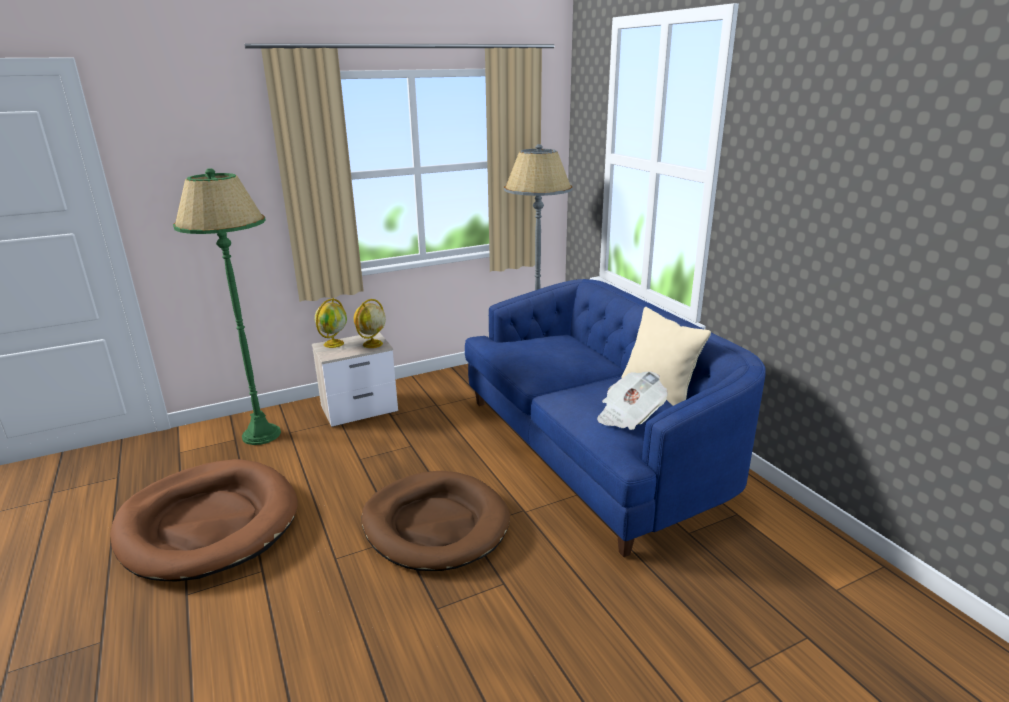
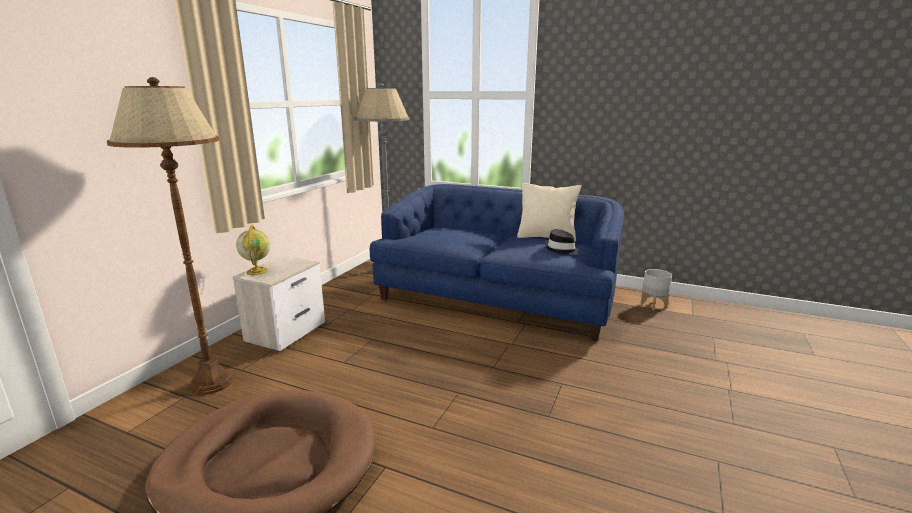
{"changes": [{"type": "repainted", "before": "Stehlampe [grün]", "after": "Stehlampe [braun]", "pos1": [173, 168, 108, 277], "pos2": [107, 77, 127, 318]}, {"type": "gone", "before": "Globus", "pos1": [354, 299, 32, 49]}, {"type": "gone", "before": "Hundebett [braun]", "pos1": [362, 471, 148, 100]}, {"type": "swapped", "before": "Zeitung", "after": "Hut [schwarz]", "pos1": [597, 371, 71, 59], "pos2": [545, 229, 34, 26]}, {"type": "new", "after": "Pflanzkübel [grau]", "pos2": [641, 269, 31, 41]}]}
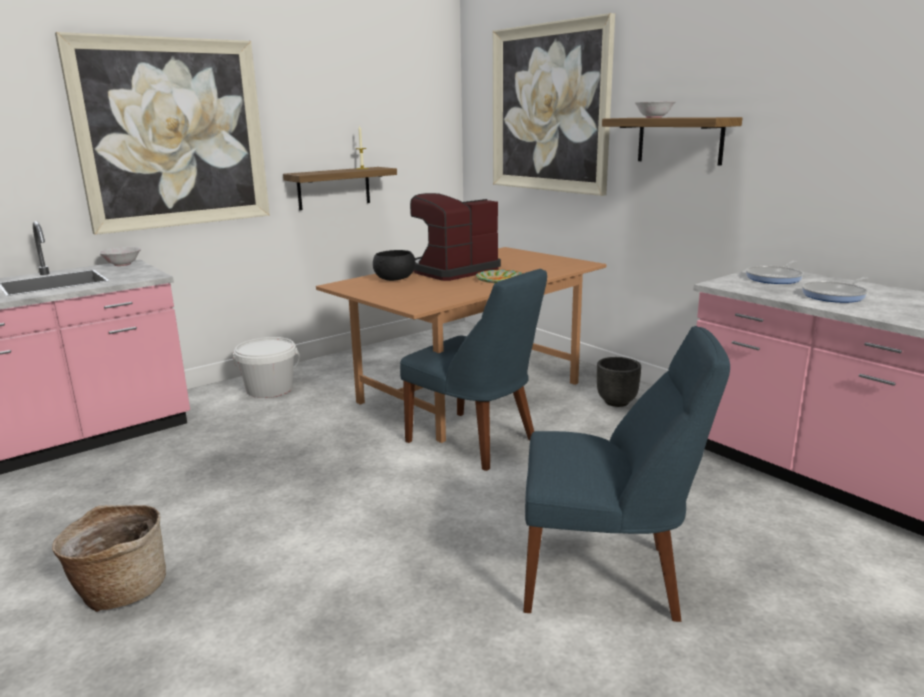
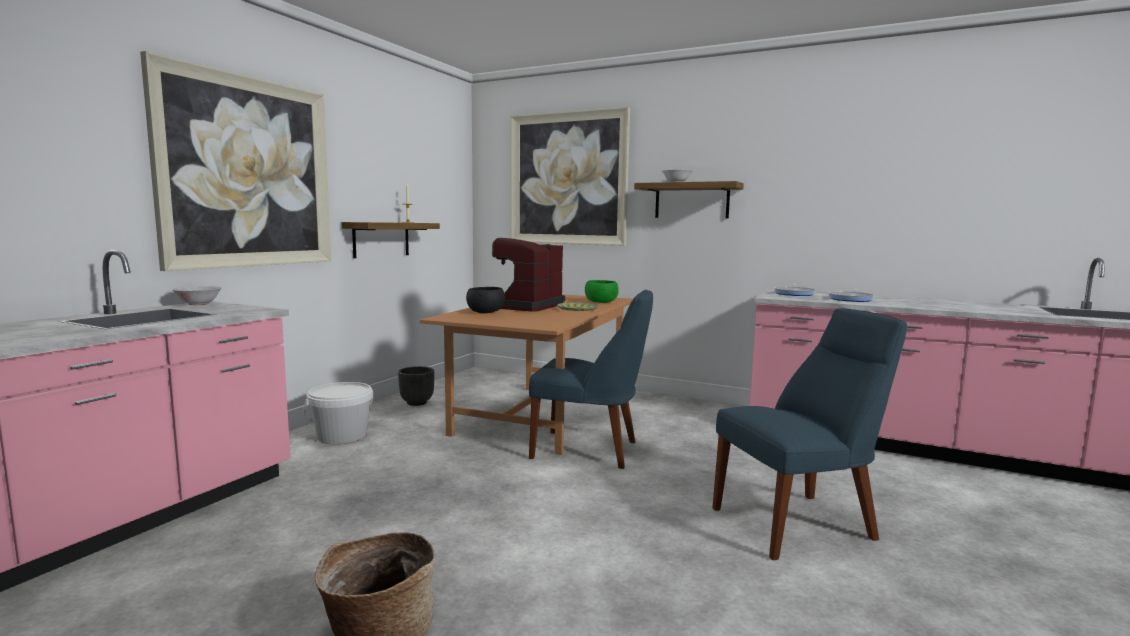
{"changes": [{"type": "shifted", "before": "Pflanzkübel [schwarz]", "pos1": [597, 357, 44, 50], "pos2": [398, 366, 36, 40]}, {"type": "new", "after": "Schüssel [grün]", "pos2": [585, 280, 34, 23]}]}
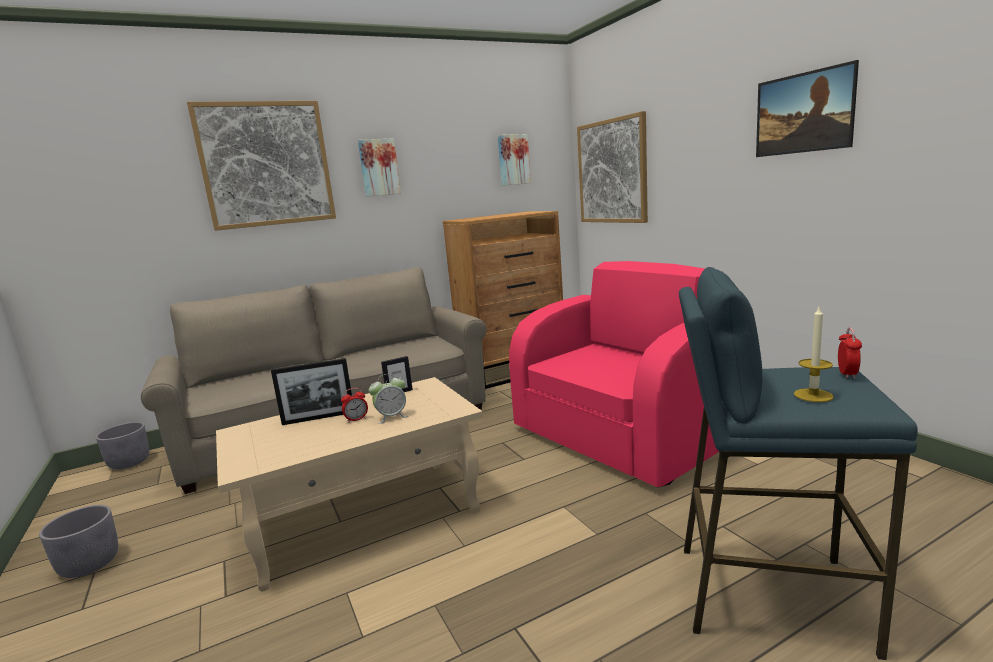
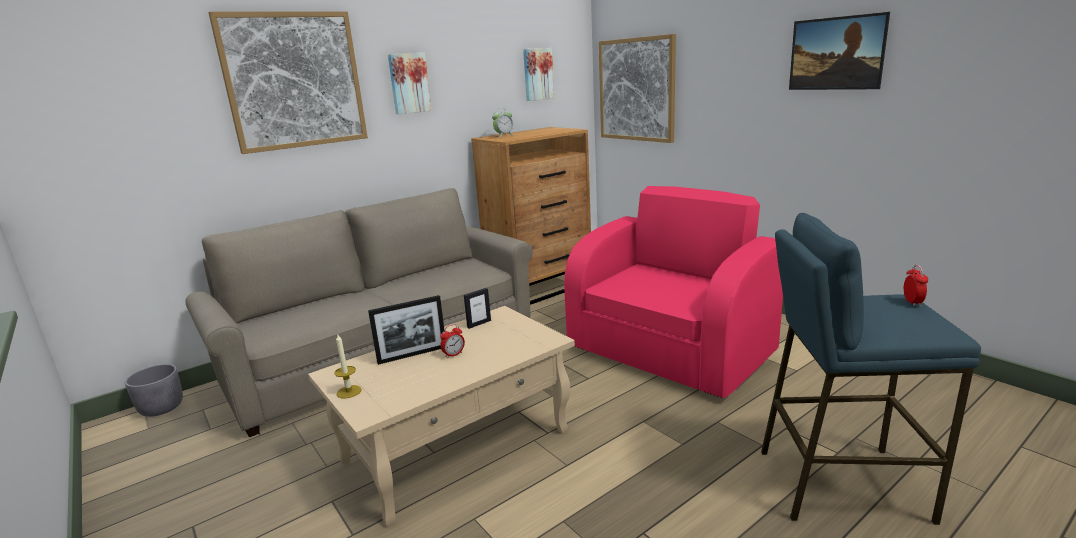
{"changes": [{"type": "gone", "before": "Pflanzkübel [grau]", "pos1": [39, 505, 79, 73]}, {"type": "shifted", "before": "Wecker", "pos1": [369, 374, 40, 50], "pos2": [492, 110, 21, 27]}, {"type": "shifted", "before": "Kerze", "pos1": [794, 307, 40, 95], "pos2": [334, 335, 27, 64]}]}
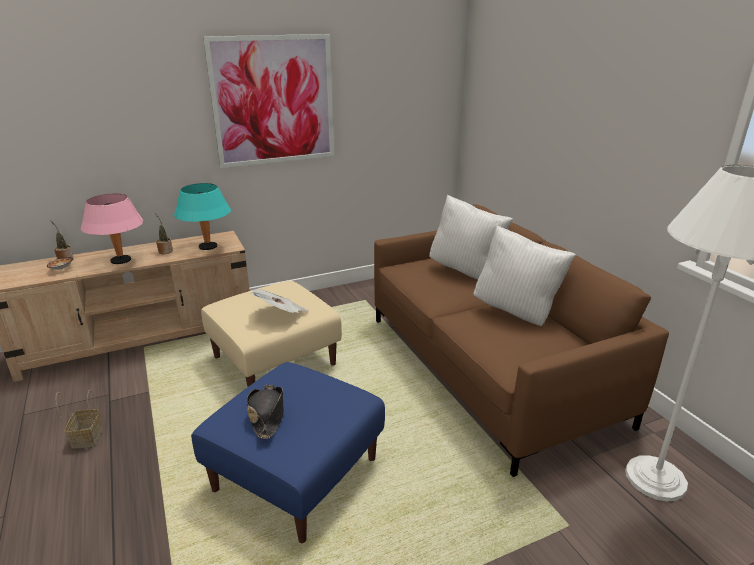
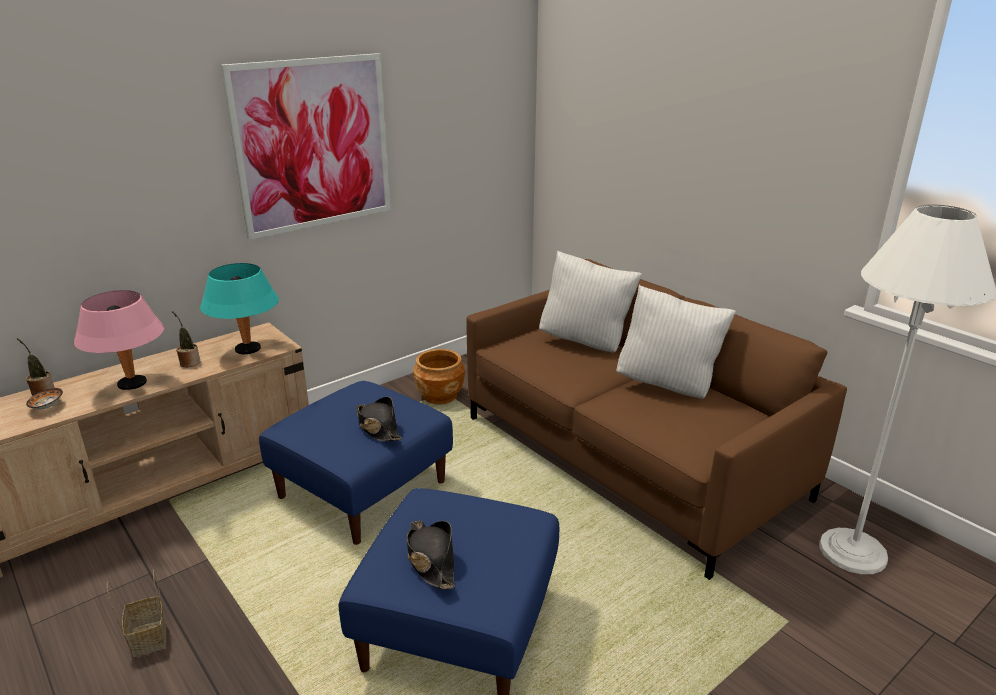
{"changes": [{"type": "repainted", "before": "Polsterhocker [beige]", "after": "Polsterhocker [blau]", "pos1": [201, 281, 141, 106], "pos2": [259, 381, 194, 164]}, {"type": "swapped", "before": "Zeitung", "after": "Hut [schwarz]", "pos1": [250, 289, 59, 24], "pos2": [356, 397, 46, 44]}, {"type": "new", "after": "Pflanzkübel [braun]", "pos2": [413, 349, 52, 55]}]}
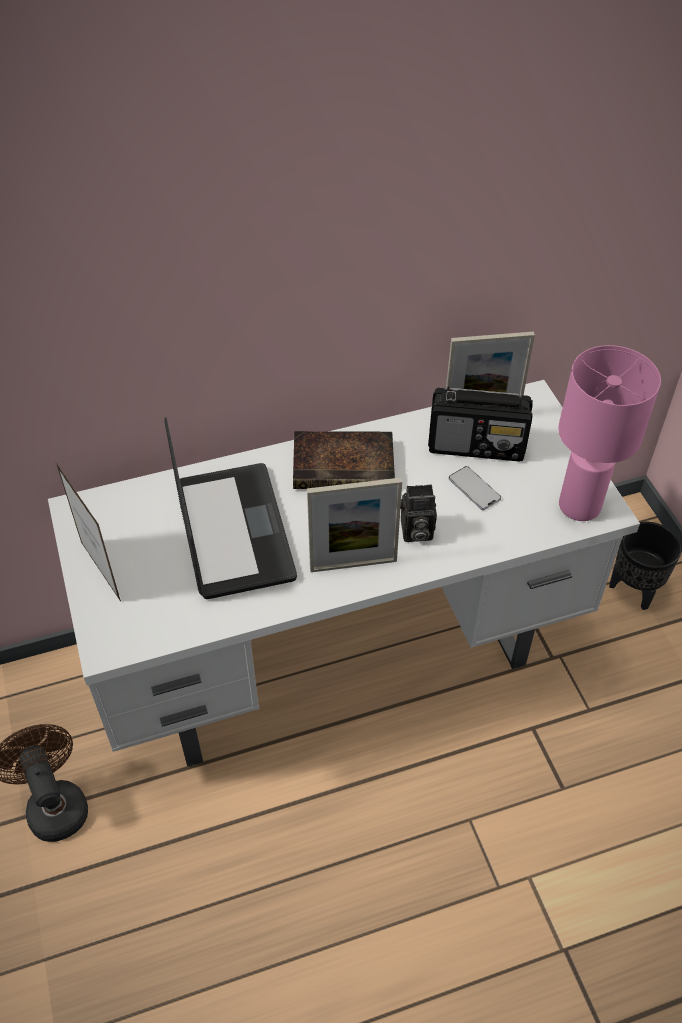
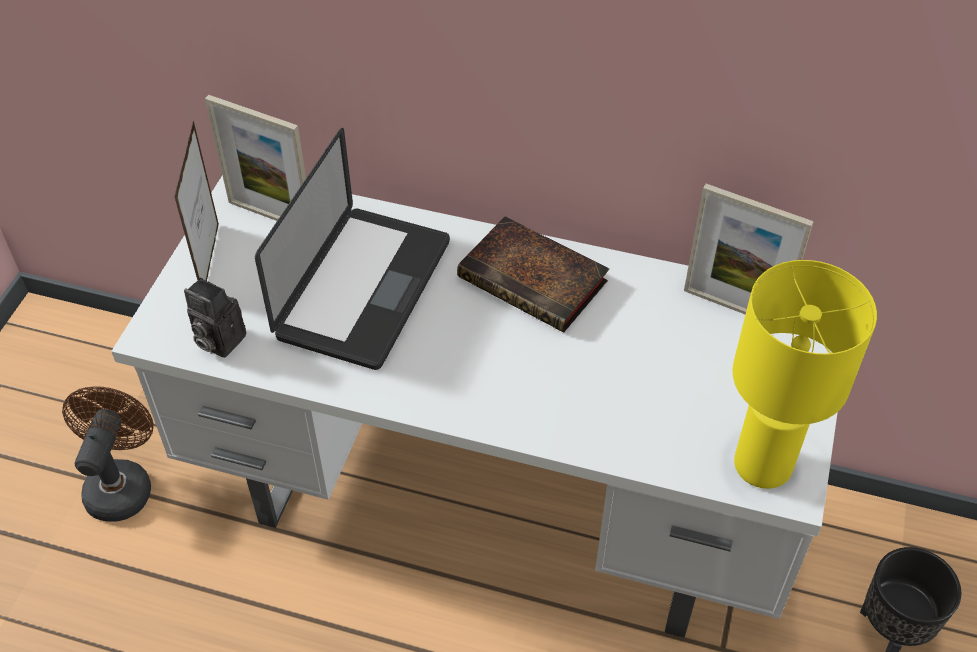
{"changes": [{"type": "shifted", "before": "Bilderrahmen", "pos1": [307, 478, 95, 94], "pos2": [205, 95, 101, 126]}, {"type": "shifted", "before": "Kamera", "pos1": [400, 484, 37, 58], "pos2": [184, 277, 62, 81]}, {"type": "gone", "before": "Radio", "pos1": [428, 386, 105, 75]}, {"type": "gone", "before": "Handy", "pos1": [448, 466, 53, 44]}, {"type": "repainted", "before": "Tischlampe [rosa]", "after": "Tischlampe [gelb]", "pos1": [558, 345, 103, 176], "pos2": [732, 260, 145, 229]}]}
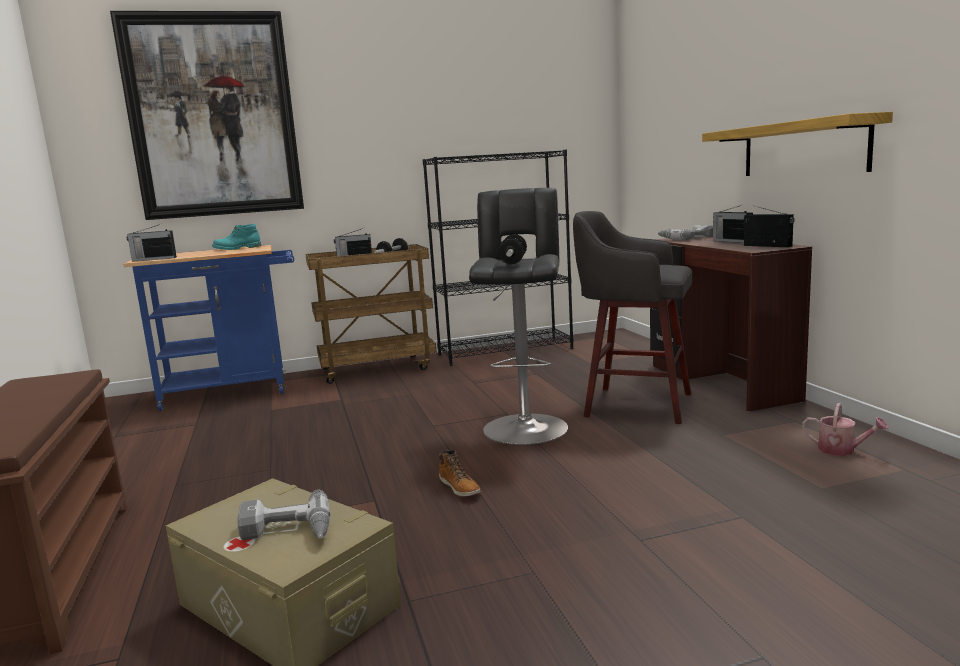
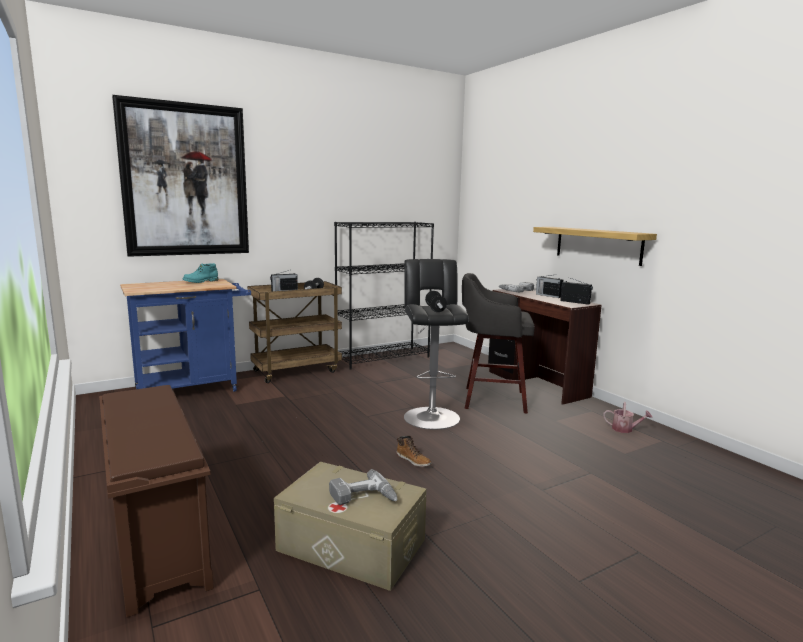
{"changes": [{"type": "gone", "before": "Radio", "pos1": [127, 224, 50, 38]}]}
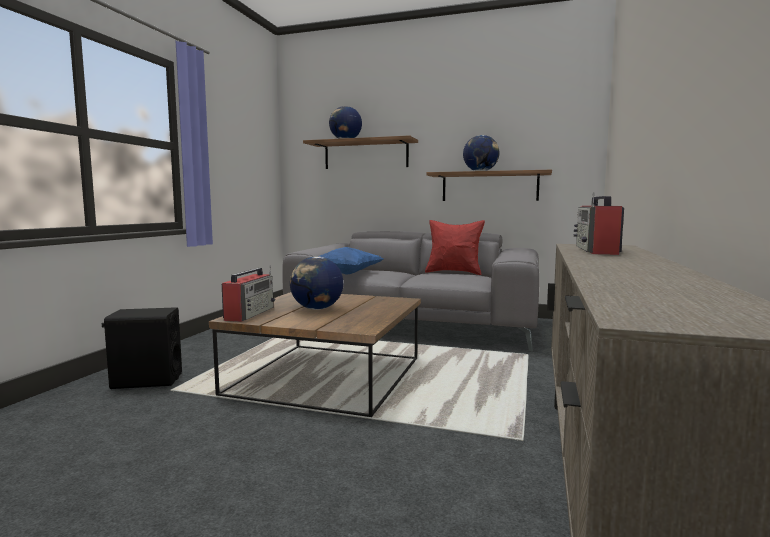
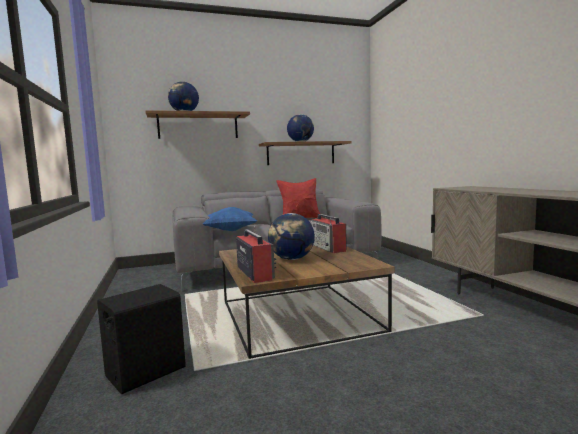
{"changes": [{"type": "shifted", "before": "Radio", "pos1": [574, 192, 50, 63], "pos2": [310, 214, 37, 39]}]}
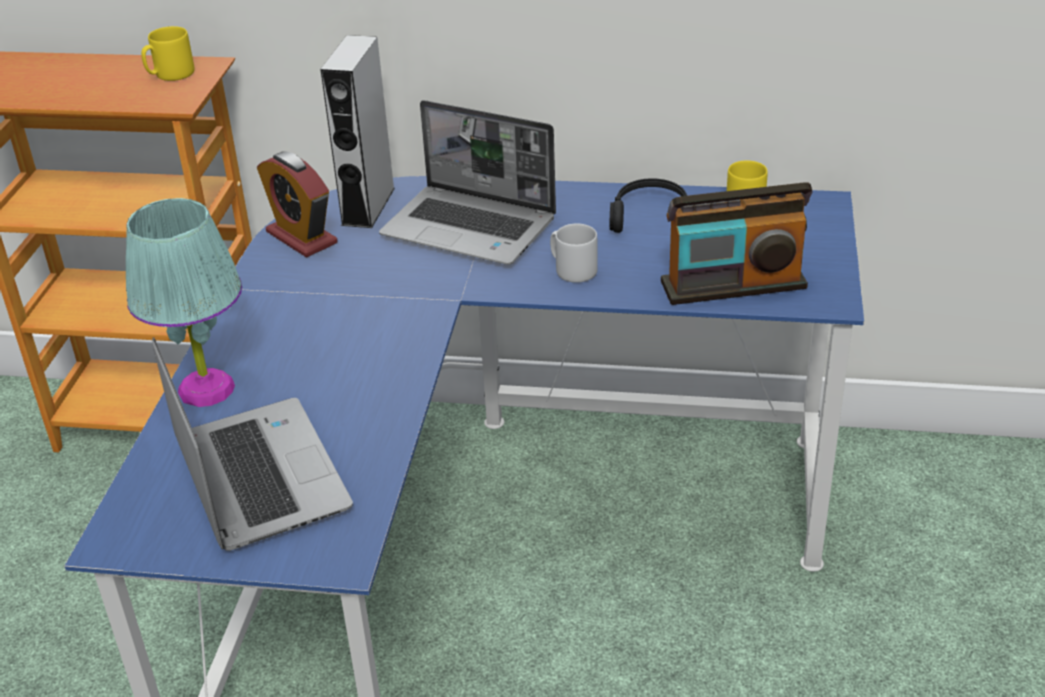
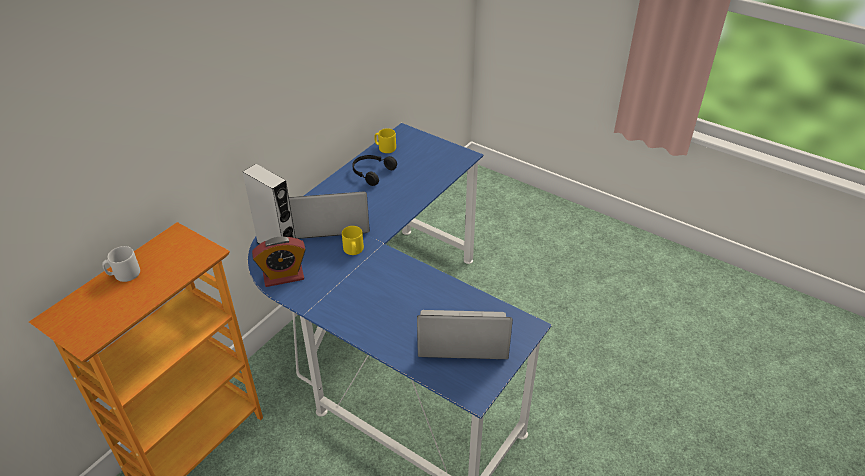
{"changes": [{"type": "gone", "before": "Tischlampe [türkis]", "pos1": [126, 198, 116, 209]}, {"type": "shifted", "before": "Henkelbecher [gelb]", "pos1": [141, 26, 54, 55], "pos2": [342, 226, 22, 29]}, {"type": "rotated", "before": "Laptop", "pos1": [379, 100, 177, 165], "pos2": [289, 192, 81, 47], "turn": -150}, {"type": "shifted", "before": "Henkelbecher [grau]", "pos1": [550, 224, 48, 59], "pos2": [102, 246, 38, 36]}, {"type": "gone", "before": "Radio", "pos1": [661, 182, 152, 123]}]}
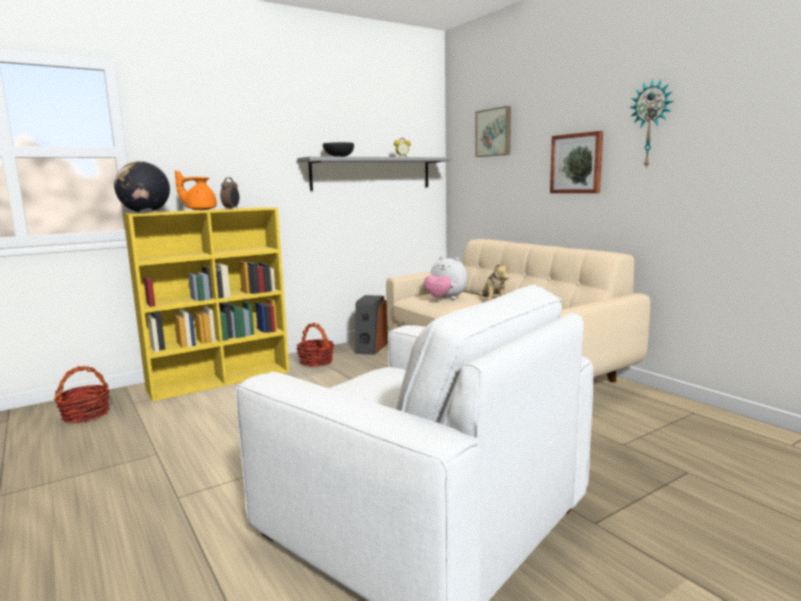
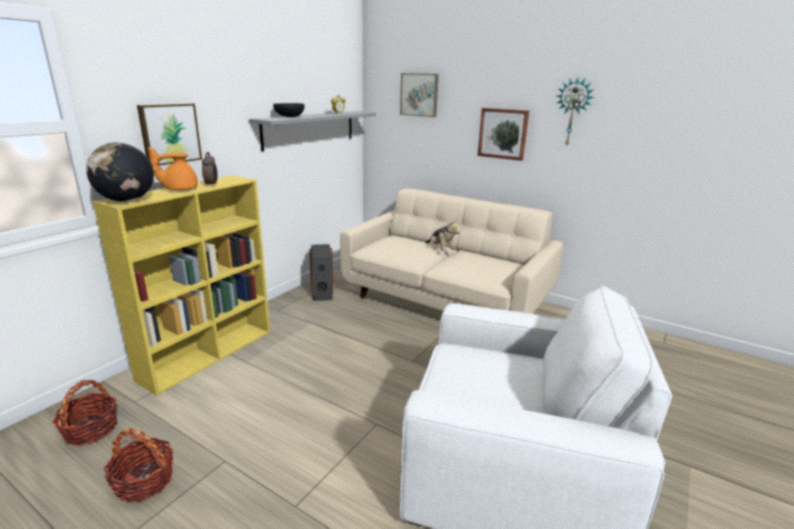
{"changes": [{"type": "shifted", "before": "Korb", "pos1": [296, 323, 38, 44], "pos2": [104, 429, 70, 73]}, {"type": "gone", "before": "Plüschtier", "pos1": [424, 256, 44, 44]}, {"type": "new", "after": "Bild", "pos2": [137, 103, 65, 63]}]}
